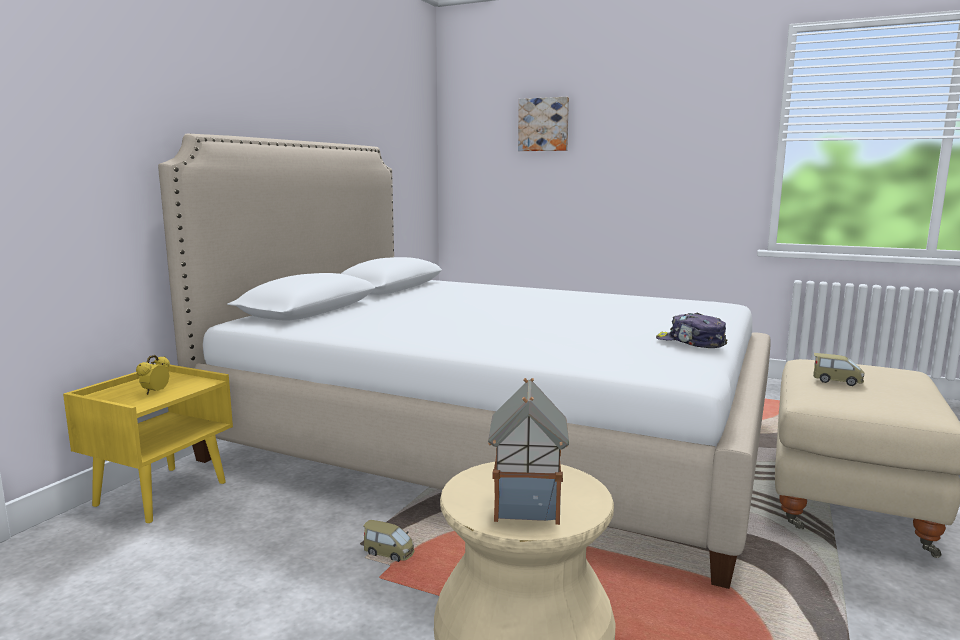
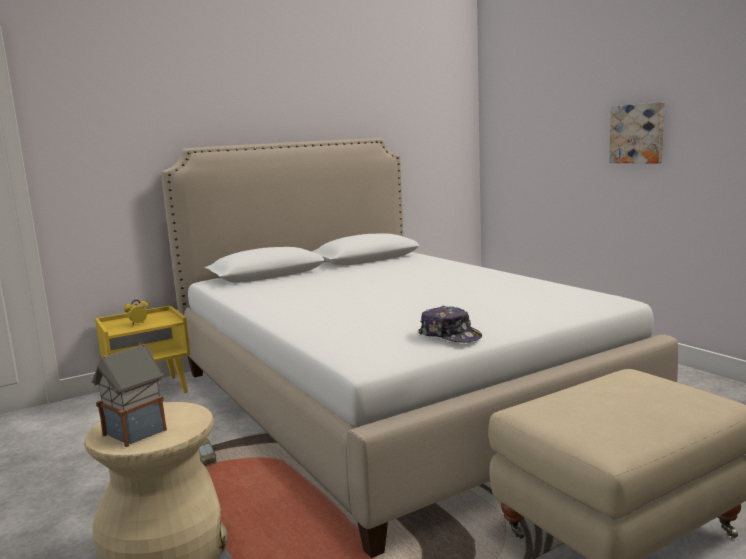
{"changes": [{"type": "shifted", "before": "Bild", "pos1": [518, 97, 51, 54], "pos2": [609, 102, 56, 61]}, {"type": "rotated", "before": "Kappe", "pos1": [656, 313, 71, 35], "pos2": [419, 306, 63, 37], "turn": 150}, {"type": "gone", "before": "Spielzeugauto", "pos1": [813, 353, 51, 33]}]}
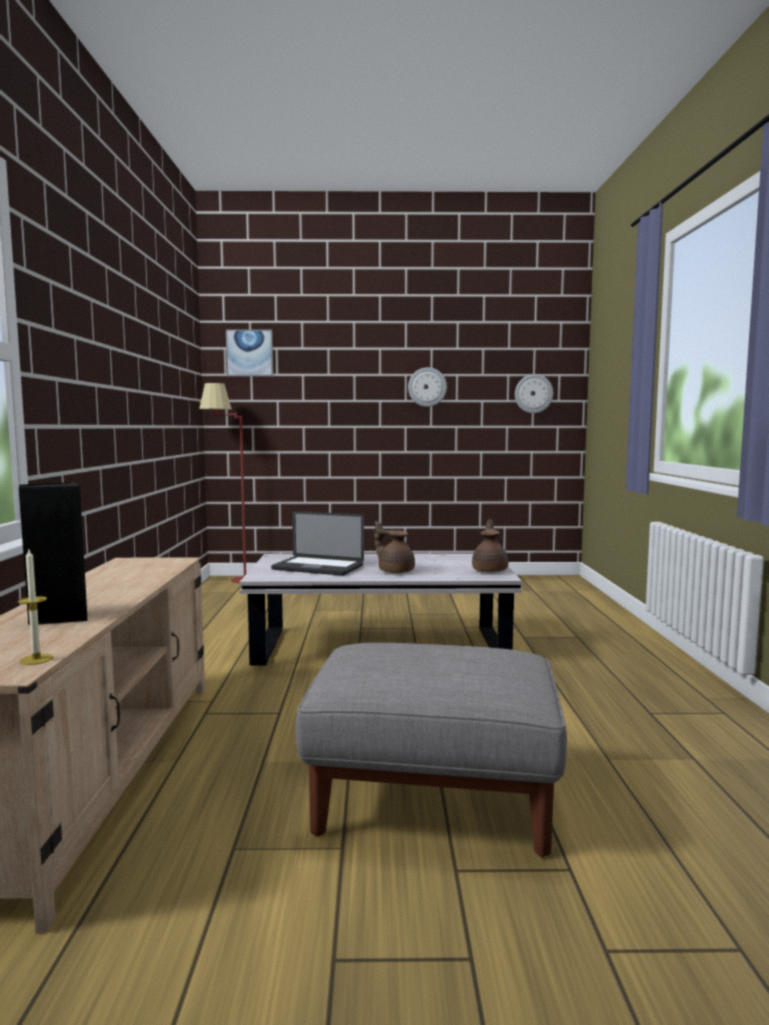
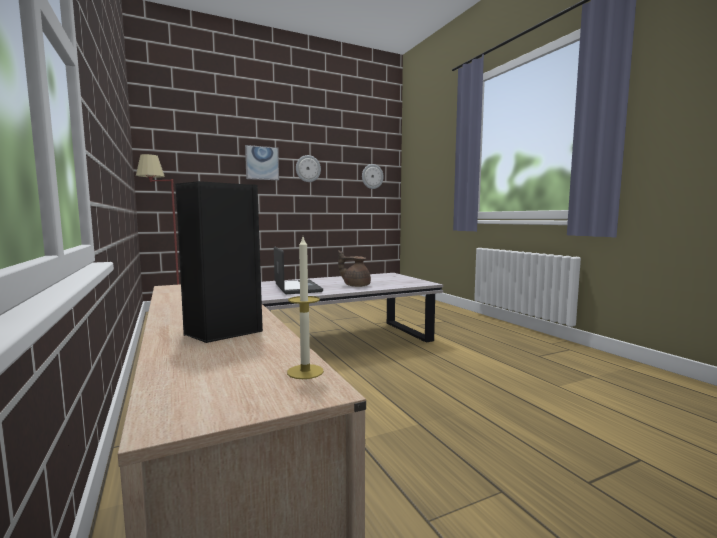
{"changes": [{"type": "shifted", "before": "Bild", "pos1": [226, 329, 47, 48], "pos2": [245, 145, 34, 35]}, {"type": "rotated", "before": "Laptop", "pos1": [271, 511, 93, 65], "pos2": [274, 246, 49, 48], "turn": -105}, {"type": "gone", "before": "Polsterhocker [grau]", "pos1": [296, 643, 271, 214]}, {"type": "gone", "before": "Teekanne [braun]", "pos1": [472, 519, 36, 53]}]}
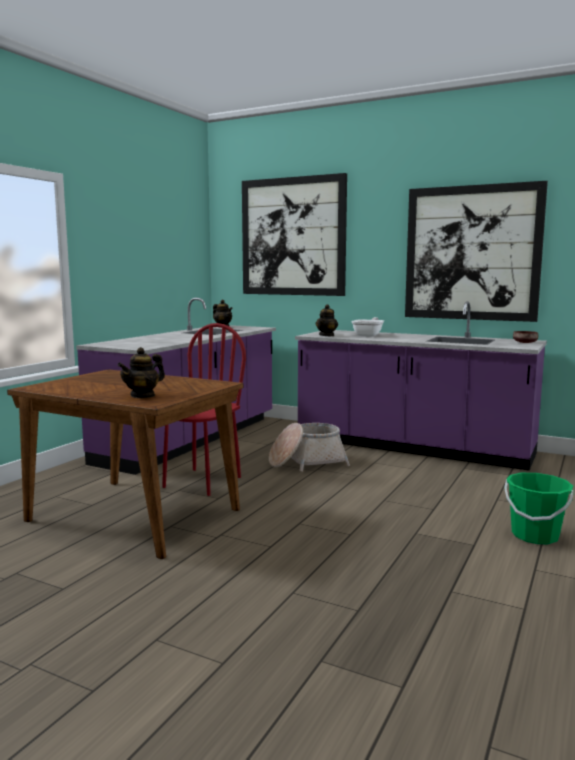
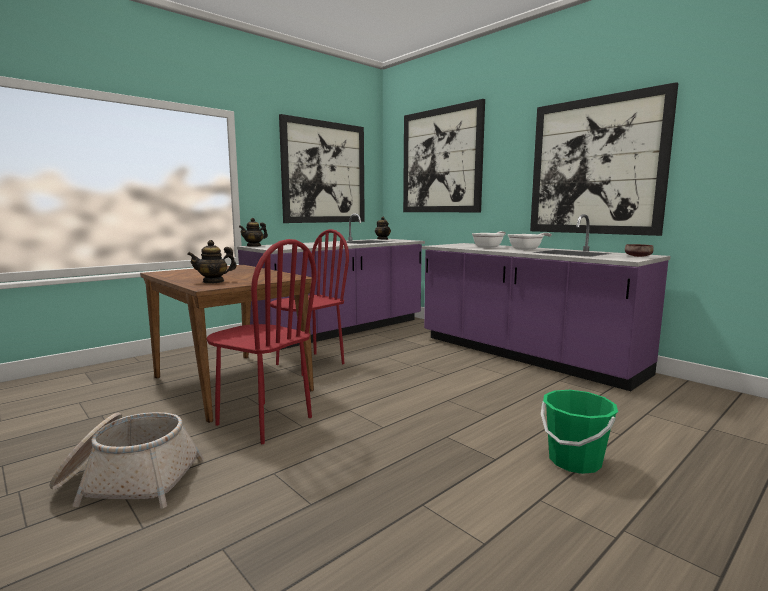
{"changes": [{"type": "shifted", "before": "Korb", "pos1": [269, 423, 81, 48], "pos2": [49, 412, 155, 97]}, {"type": "shifted", "before": "Teekanne", "pos1": [316, 304, 22, 32], "pos2": [239, 218, 29, 29]}, {"type": "new", "after": "Stuhl [rot]", "pos2": [207, 239, 109, 205]}, {"type": "new", "after": "Bild", "pos2": [279, 114, 86, 109]}, {"type": "new", "after": "Pfanne", "pos2": [508, 233, 44, 17]}]}
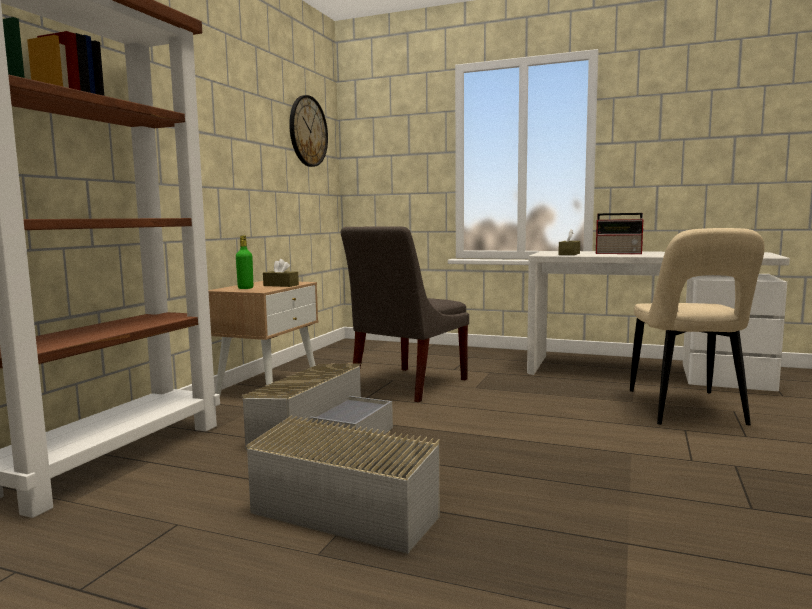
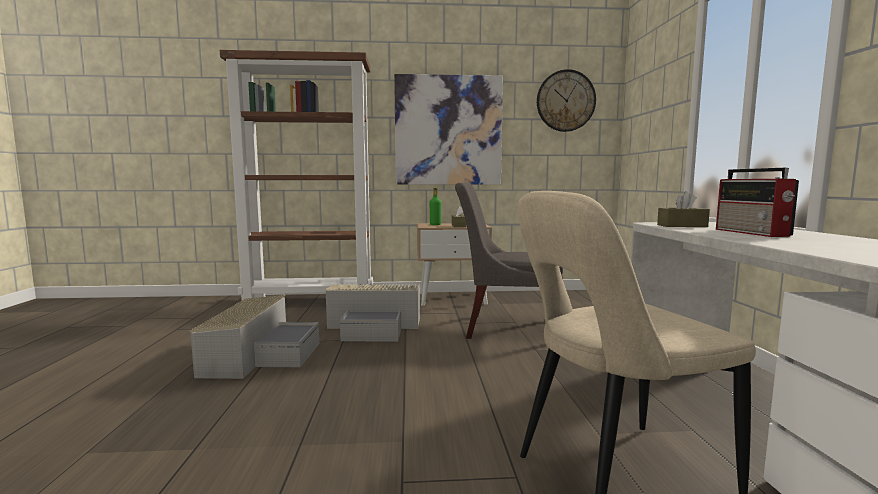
{"changes": [{"type": "new", "after": "Bild", "pos2": [394, 74, 109, 111]}]}
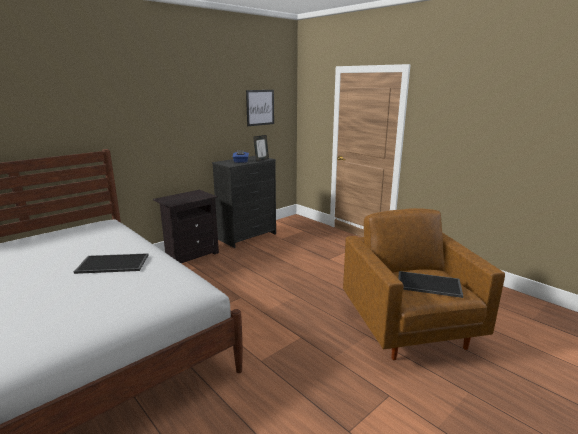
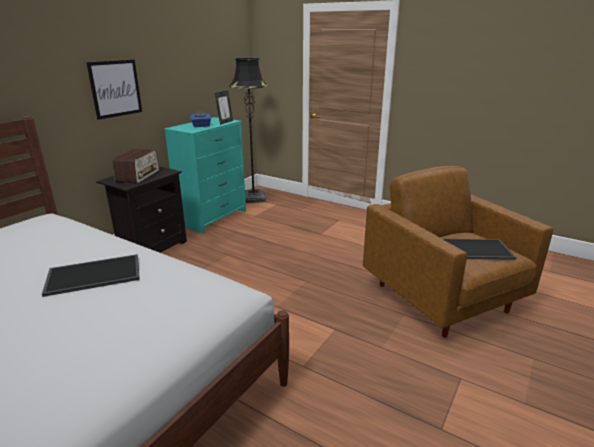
{"changes": [{"type": "repainted", "before": "Kommode [schwarz]", "after": "Kommode [türkis]", "pos1": [212, 156, 64, 92], "pos2": [164, 117, 82, 117]}, {"type": "shifted", "before": "Bild", "pos1": [246, 90, 28, 36], "pos2": [86, 60, 56, 60]}, {"type": "new", "after": "Radio", "pos2": [112, 149, 47, 35]}, {"type": "new", "after": "Stehlampe [schwarz]", "pos2": [229, 58, 38, 145]}]}
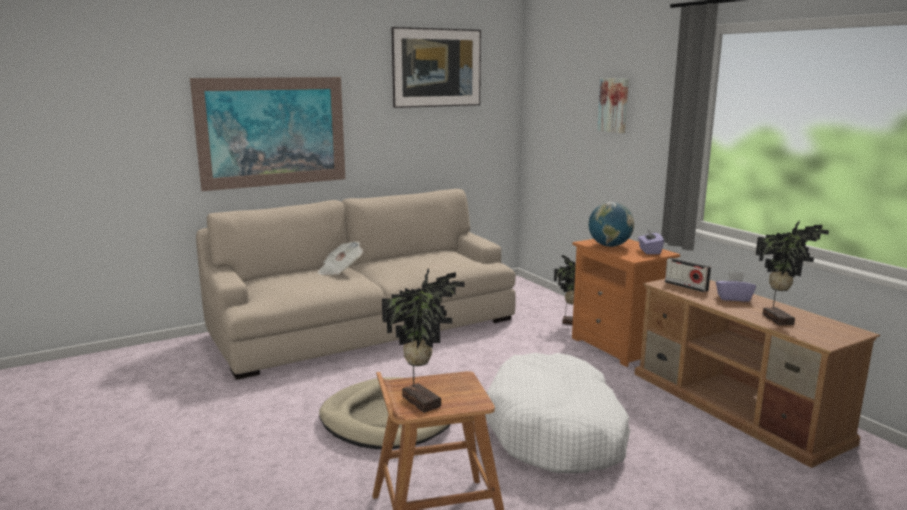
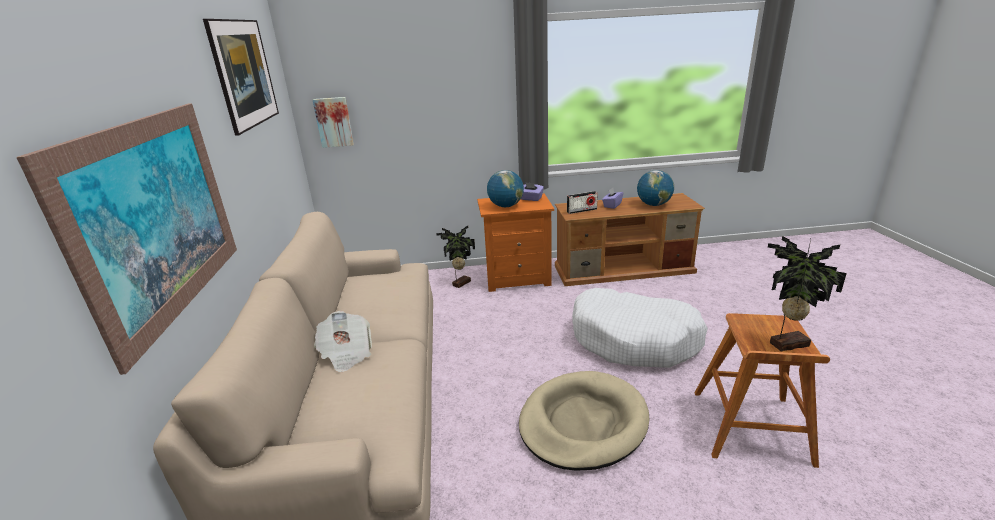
{"changes": [{"type": "shifted", "before": "Bild", "pos1": [597, 78, 32, 55], "pos2": [313, 97, 41, 51]}, {"type": "swapped", "before": "Topfpflanze", "after": "Globus", "pos1": [756, 220, 73, 106], "pos2": [637, 170, 37, 36]}]}
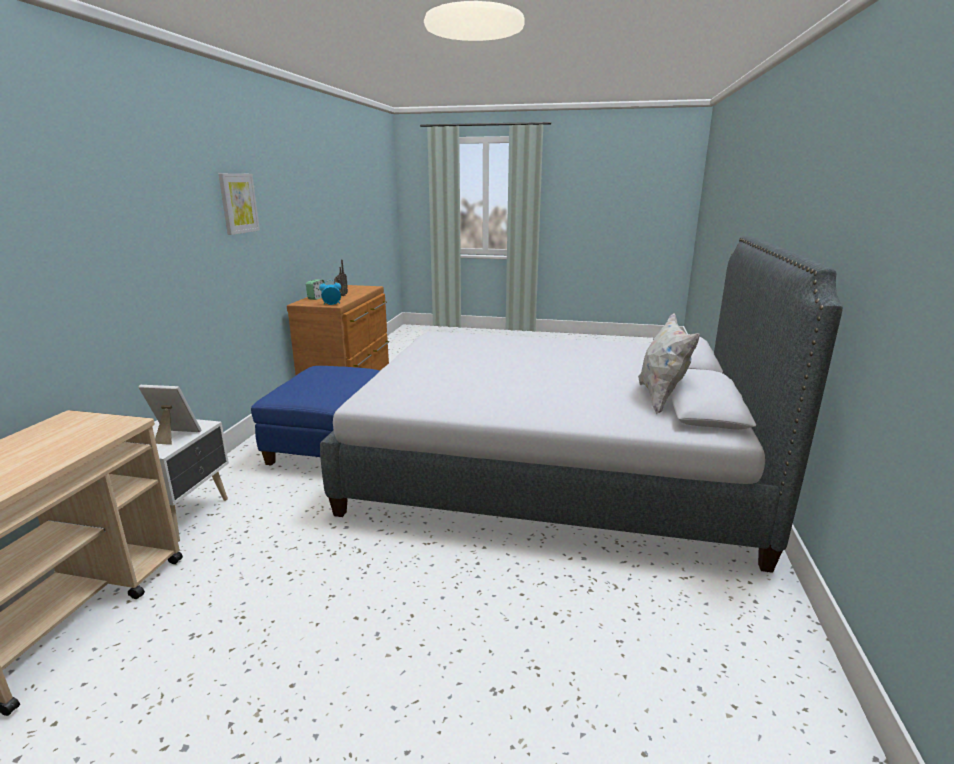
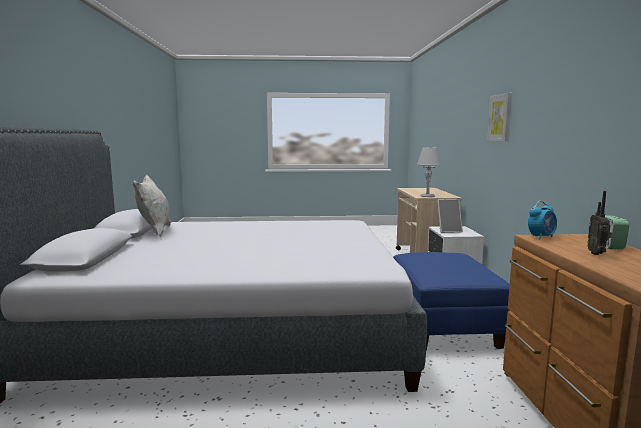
{"changes": [{"type": "shifted", "before": "Bild", "pos1": [219, 173, 41, 62], "pos2": [487, 93, 25, 48]}, {"type": "new", "after": "Tischlampe [grau]", "pos2": [417, 148, 25, 49]}]}
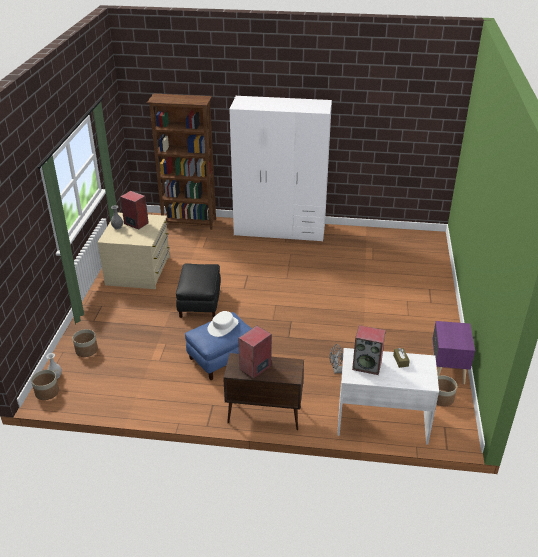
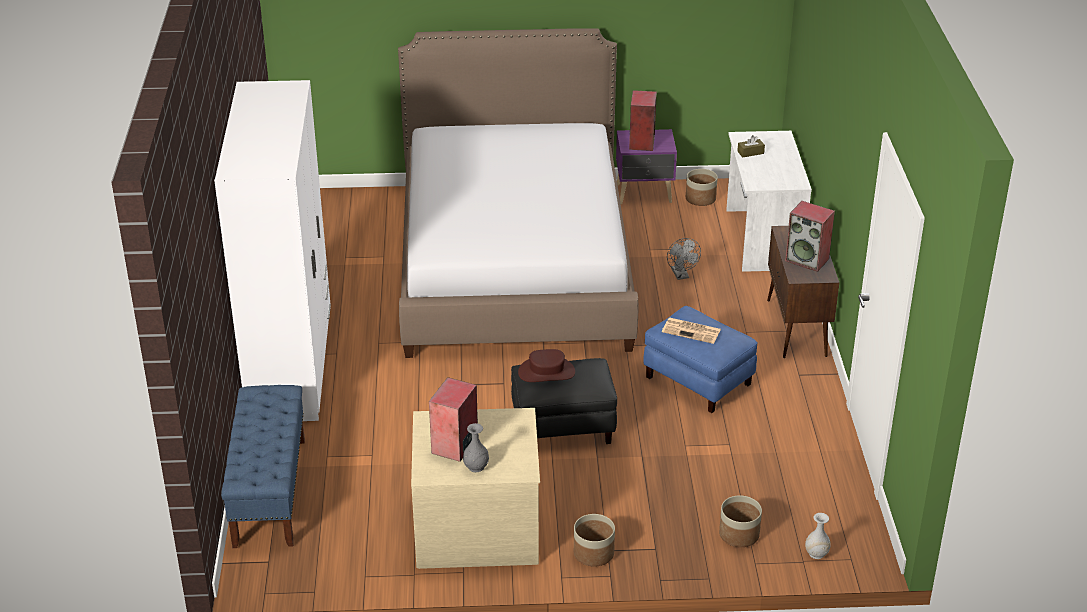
{"changes": [{"type": "shifted", "before": "Pflanzkübel", "pos1": [31, 370, 28, 30], "pos2": [574, 514, 41, 53]}, {"type": "swapped", "before": "Bücherregal [braun]", "after": "Bank [blau]", "pos1": [147, 94, 69, 136], "pos2": [221, 385, 84, 163]}, {"type": "swapped", "before": "Hut [weiß]", "after": "Zeitung", "pos1": [208, 311, 30, 26], "pos2": [662, 317, 59, 27]}, {"type": "shifted", "before": "Lautsprecher", "pos1": [352, 325, 34, 50], "pos2": [629, 90, 28, 61]}, {"type": "new", "after": "Bett", "pos2": [398, 28, 240, 330]}, {"type": "new", "after": "Hut [braun]", "pos2": [518, 349, 57, 33]}]}
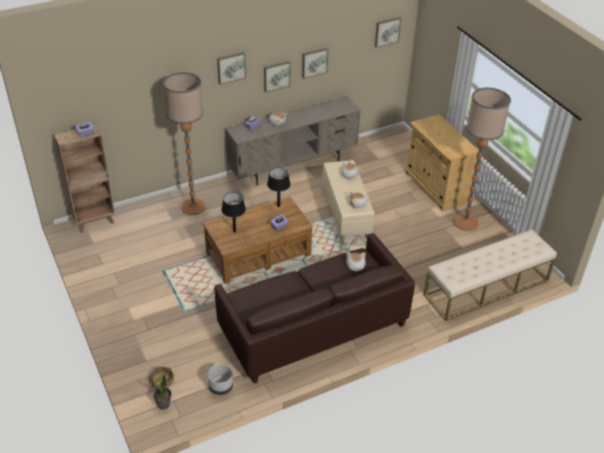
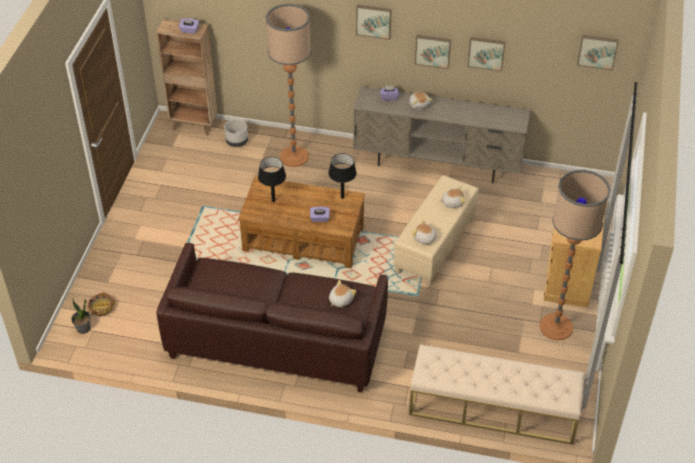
{"changes": [{"type": "shifted", "before": "Pflanzkübel [grau]", "pos1": [208, 364, 25, 31], "pos2": [224, 119, 24, 28]}]}
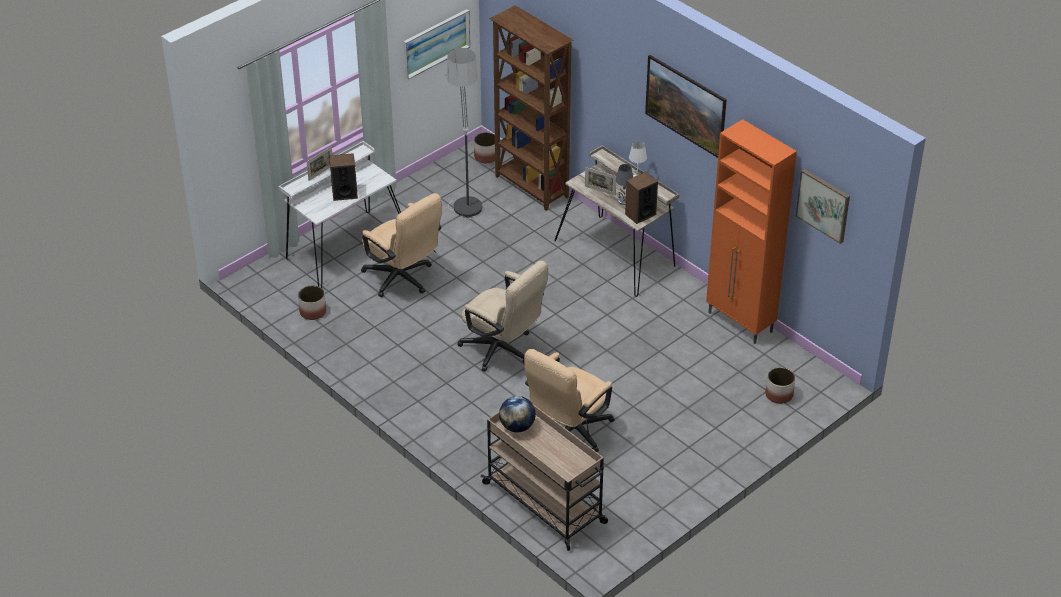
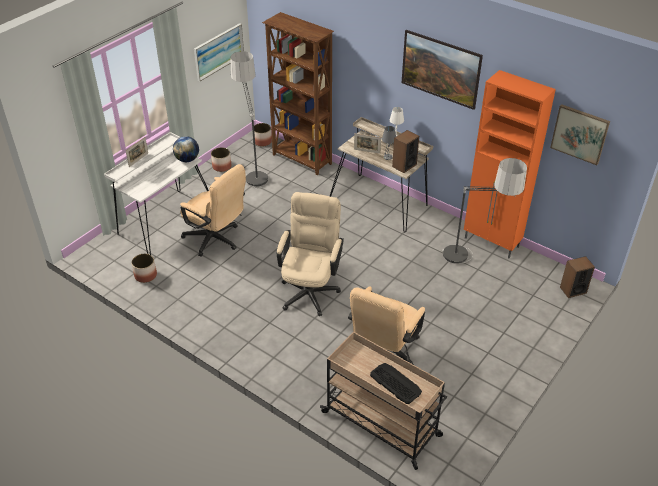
{"changes": [{"type": "shifted", "before": "Lautsprecher", "pos1": [329, 153, 29, 48], "pos2": [560, 256, 35, 42]}, {"type": "rotated", "before": "Bürostuhl [beige]", "pos1": [458, 261, 90, 111], "pos2": [277, 192, 67, 124], "turn": -105}, {"type": "shifted", "before": "Globus", "pos1": [499, 396, 37, 37], "pos2": [173, 136, 26, 26]}, {"type": "shifted", "before": "Pflanzkübel", "pos1": [765, 367, 30, 37], "pos2": [211, 147, 20, 25]}, {"type": "new", "after": "Tastatur", "pos2": [370, 363, 52, 41]}, {"type": "new", "after": "Stehlampe", "pos2": [442, 158, 85, 106]}]}
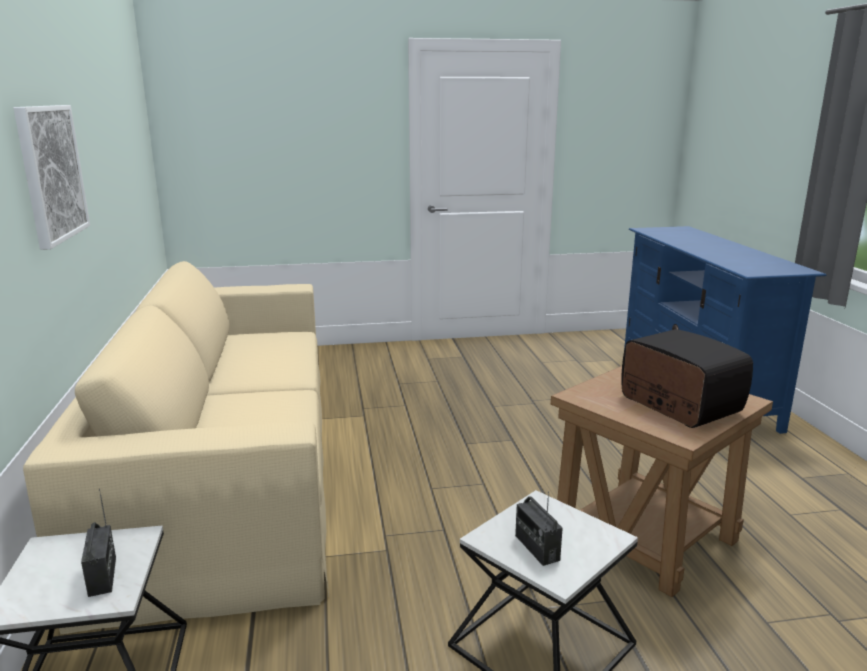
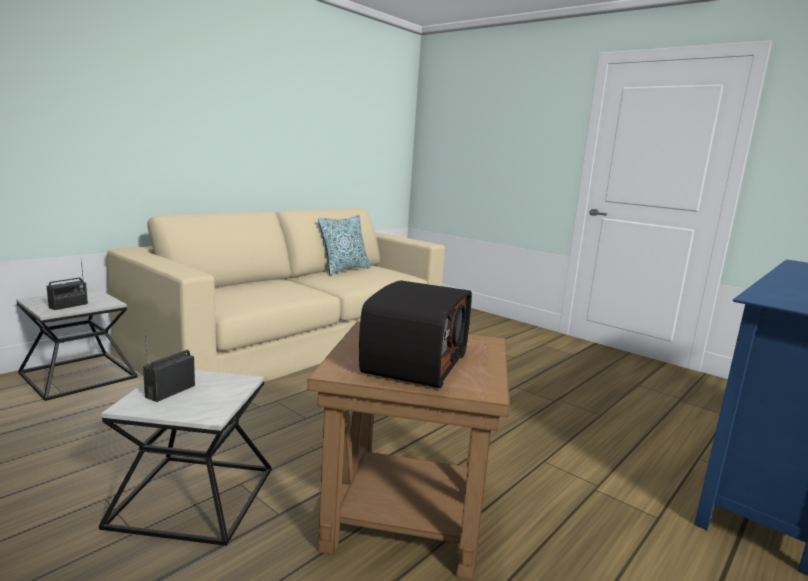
{"changes": [{"type": "gone", "before": "Bild", "pos1": [14, 105, 76, 145]}, {"type": "new", "after": "Kissen", "pos2": [318, 215, 53, 60]}]}
